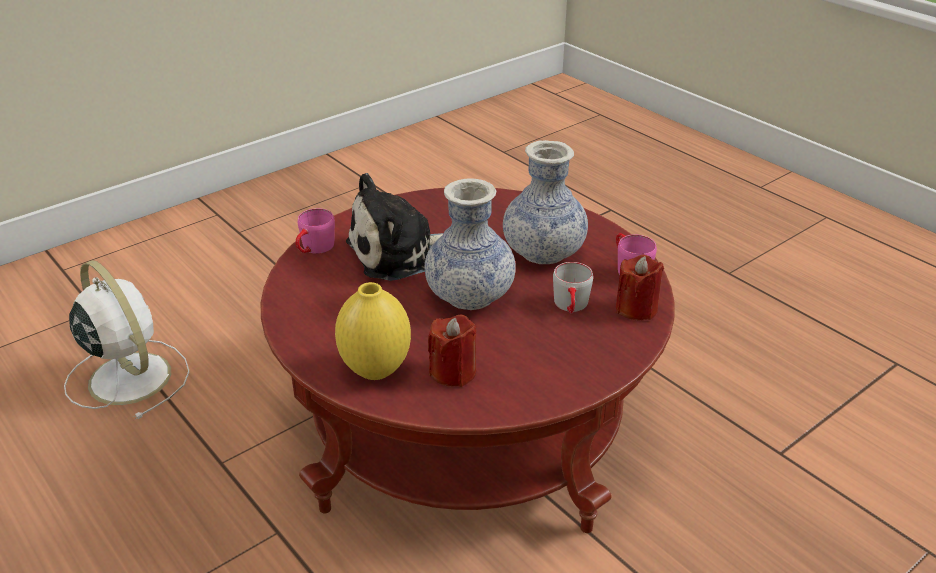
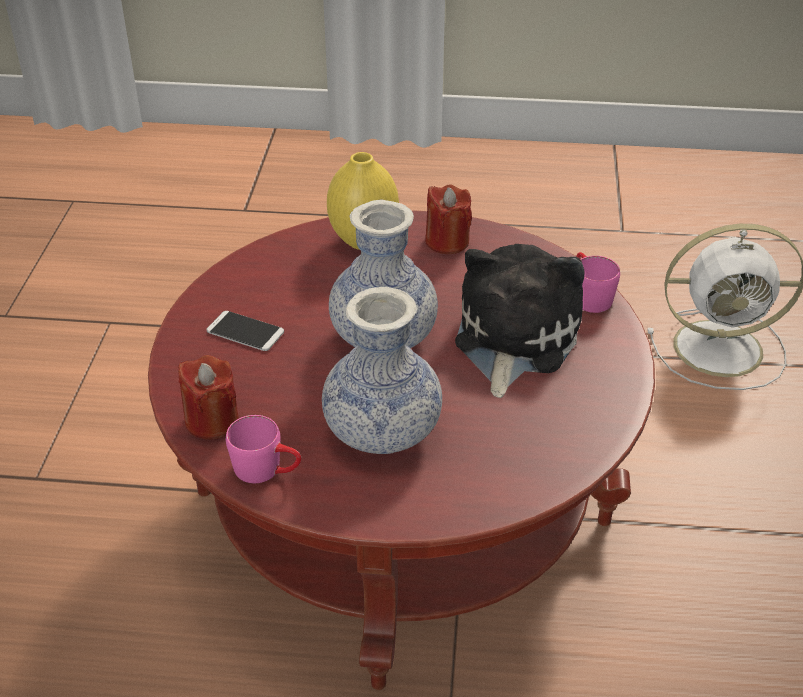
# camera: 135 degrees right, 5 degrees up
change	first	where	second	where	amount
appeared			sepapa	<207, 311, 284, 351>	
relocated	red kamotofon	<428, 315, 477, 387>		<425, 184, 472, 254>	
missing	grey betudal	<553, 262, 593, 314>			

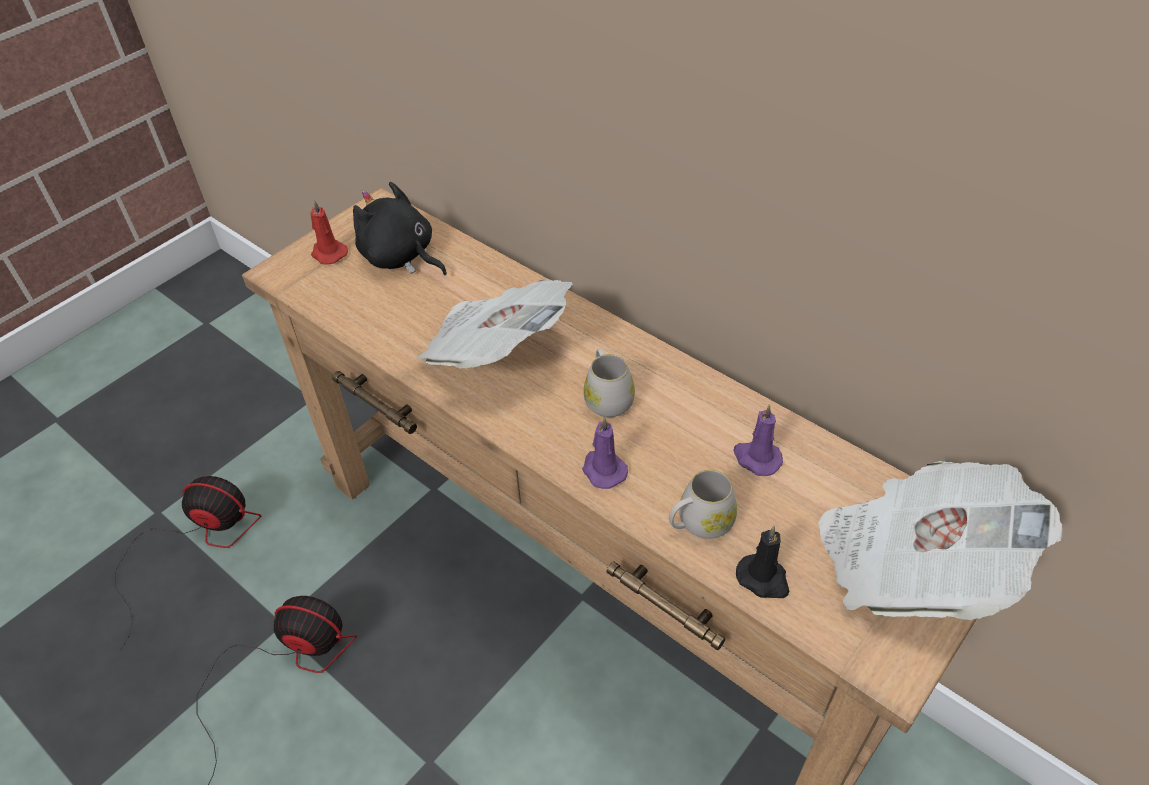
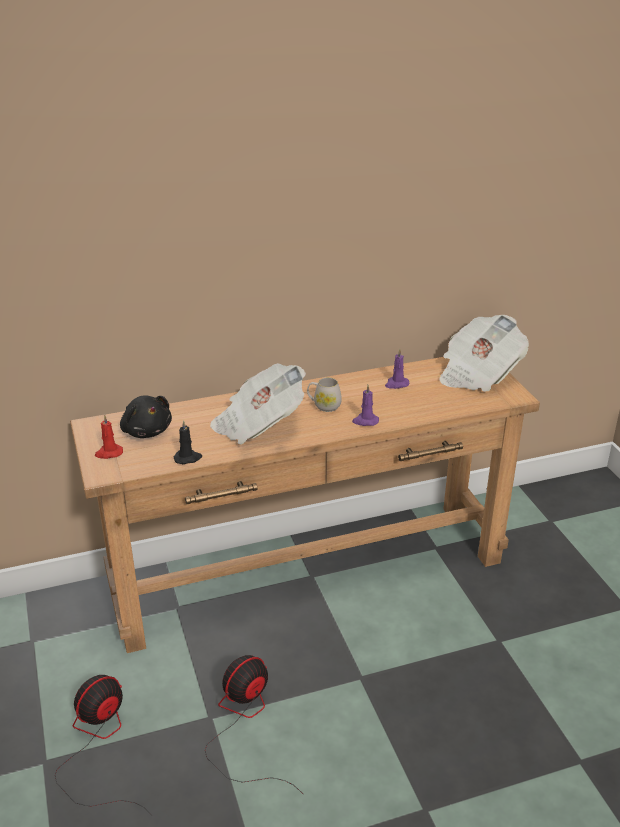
# camera: 60 degrees left, 15 degrees down
change	first	where	second	where	amount
spun	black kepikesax	<353, 182, 447, 275>		<120, 395, 172, 438>	105 degrees counterclockwise
relocated	black kamotofon	<736, 526, 789, 598>		<174, 420, 202, 464>	
missing	white betudal	<669, 470, 737, 539>			

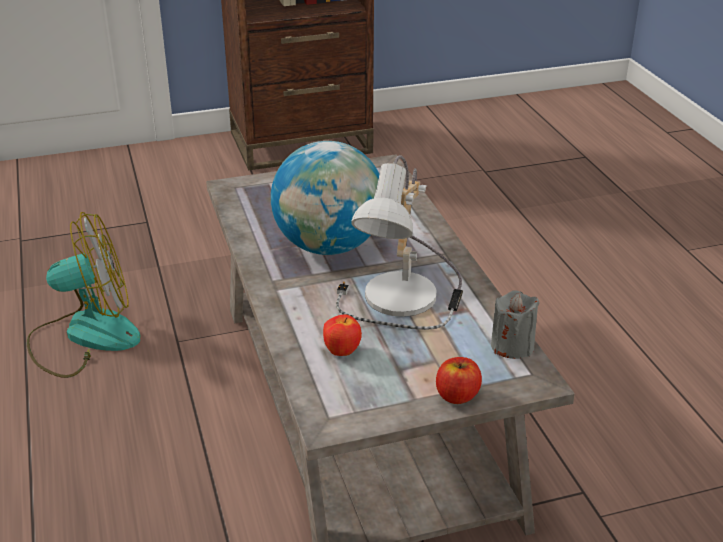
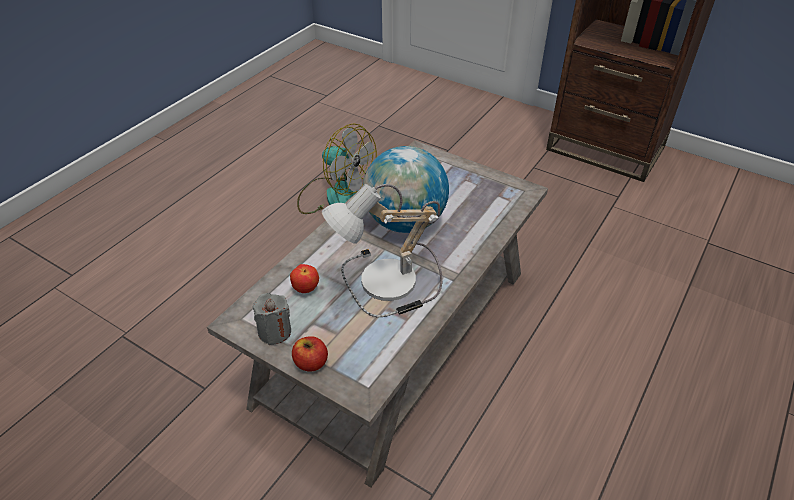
# camera: 50 degrees right, 10 degrees up
change	first	where	second	where	amount
relocated	grey kamotofon	<491, 290, 539, 359>		<253, 293, 291, 345>	

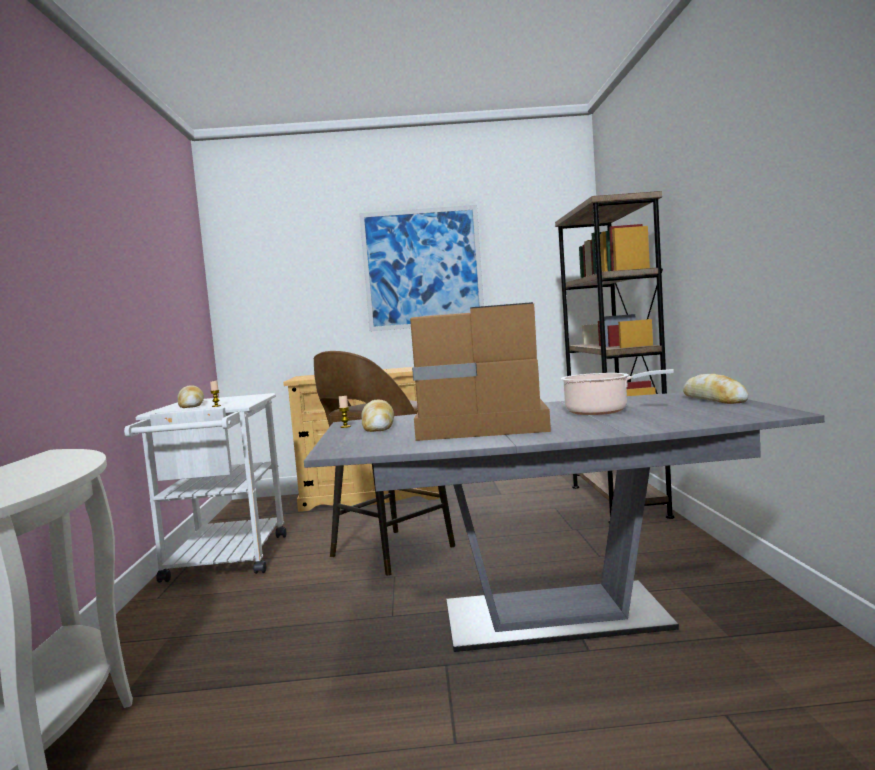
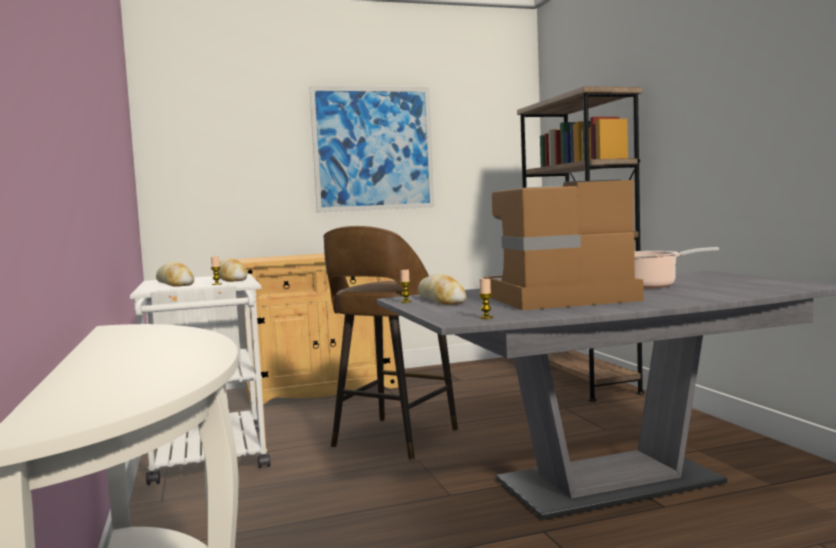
# camera: 15 degrees left, 0 degrees up
change	first	where	second	where	amount
relocated	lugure	<683, 374, 749, 404>		<213, 258, 247, 282>	
appeared			kamotofon	<479, 278, 493, 319>	

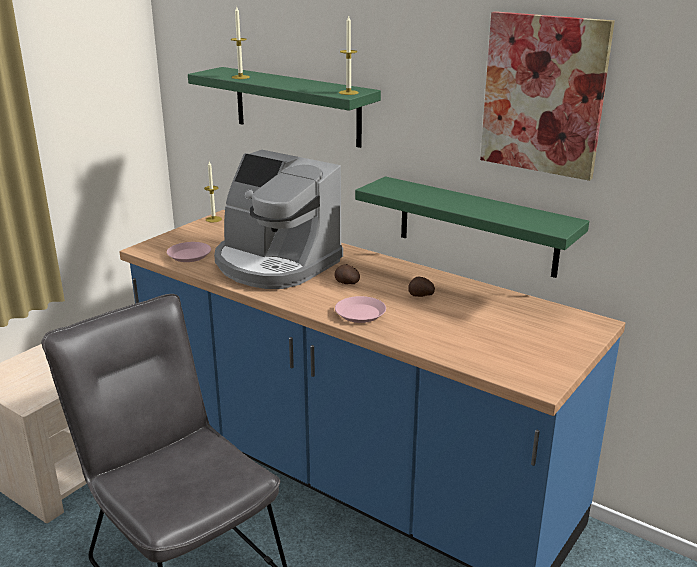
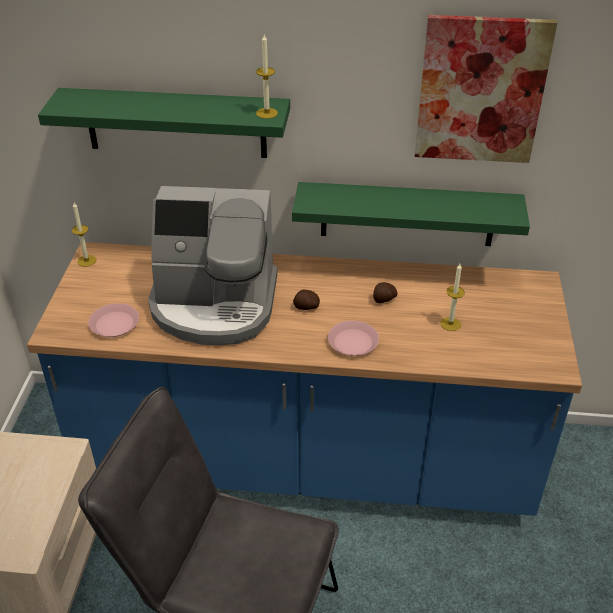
# camera: 30 degrees left, 15 degrees up
change	first	where	second	where	amount
relocated	kamotofon	<231, 7, 250, 79>		<440, 264, 465, 331>	

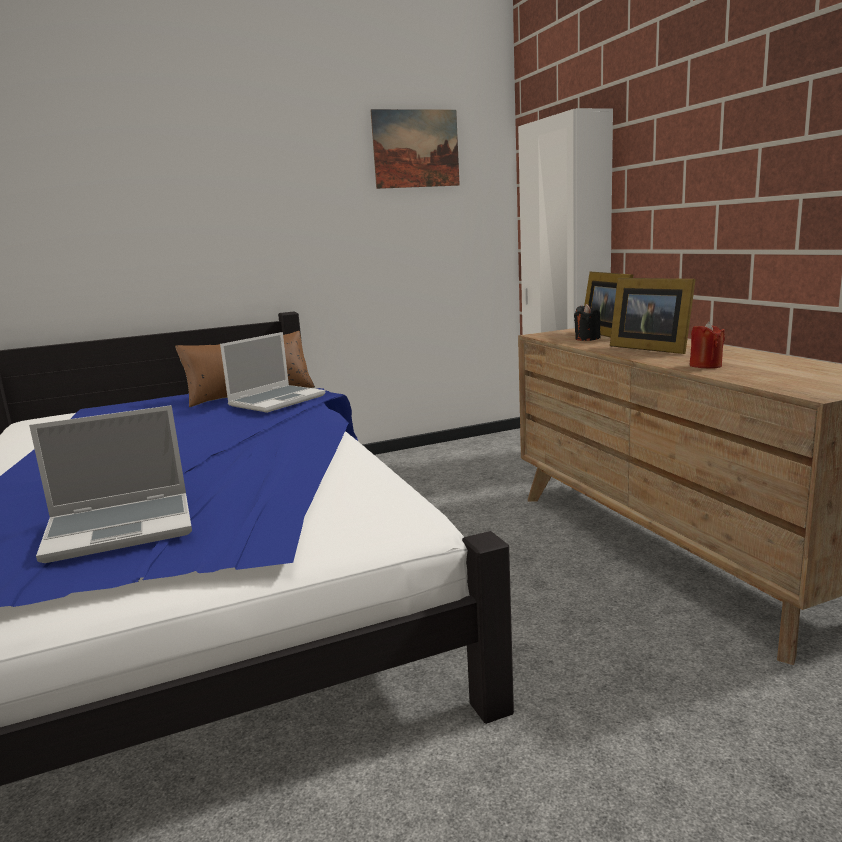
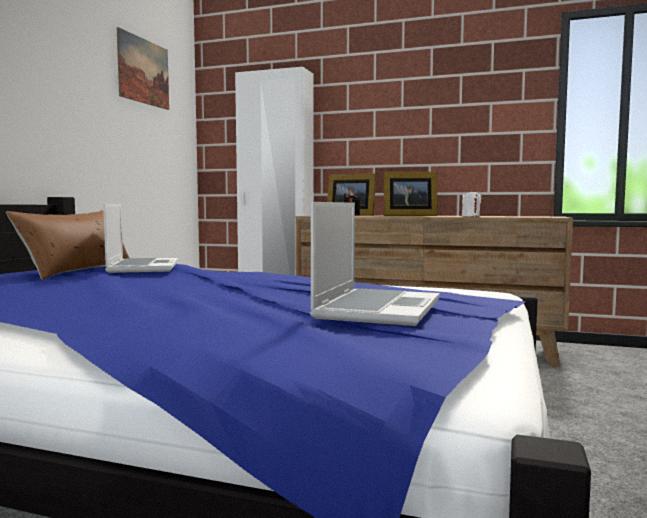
# camera: 50 degrees left, 10 degrees down
change	first	where	second	where	amount
colour	red kamotofon	<689, 321, 725, 369>	white kamotofon	<462, 190, 481, 217>	

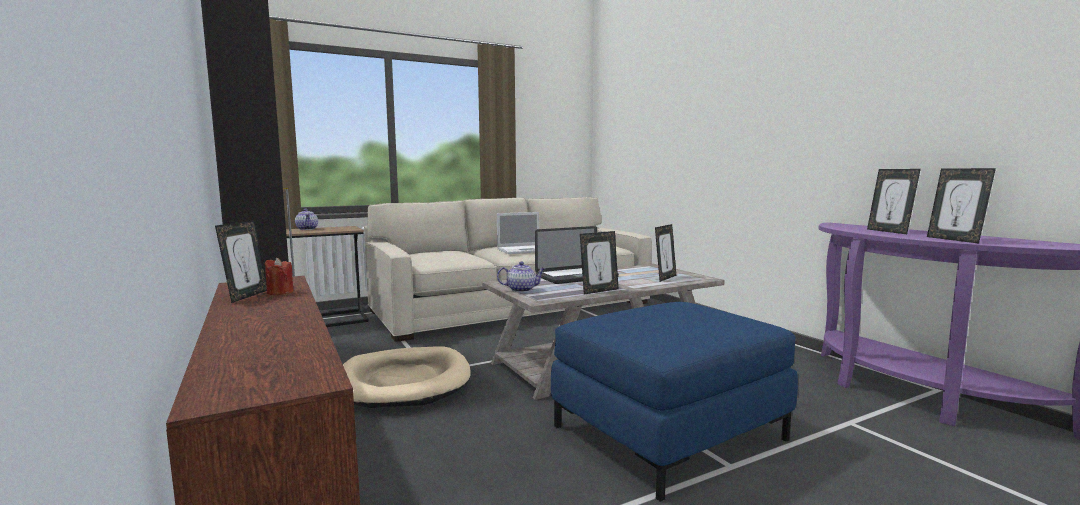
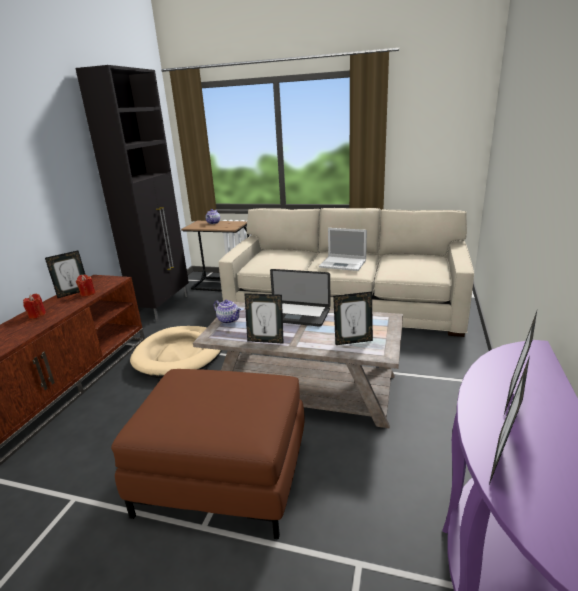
# camera: 45 degrees right, 15 degrees up
change	first	where	second	where	amount
appeared			red kamotofon	<23, 294, 46, 319>	
colour	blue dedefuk	<551, 302, 798, 502>	brown dedefuk	<111, 369, 304, 539>	

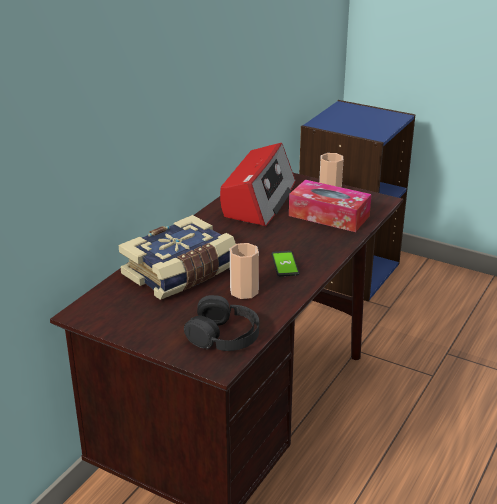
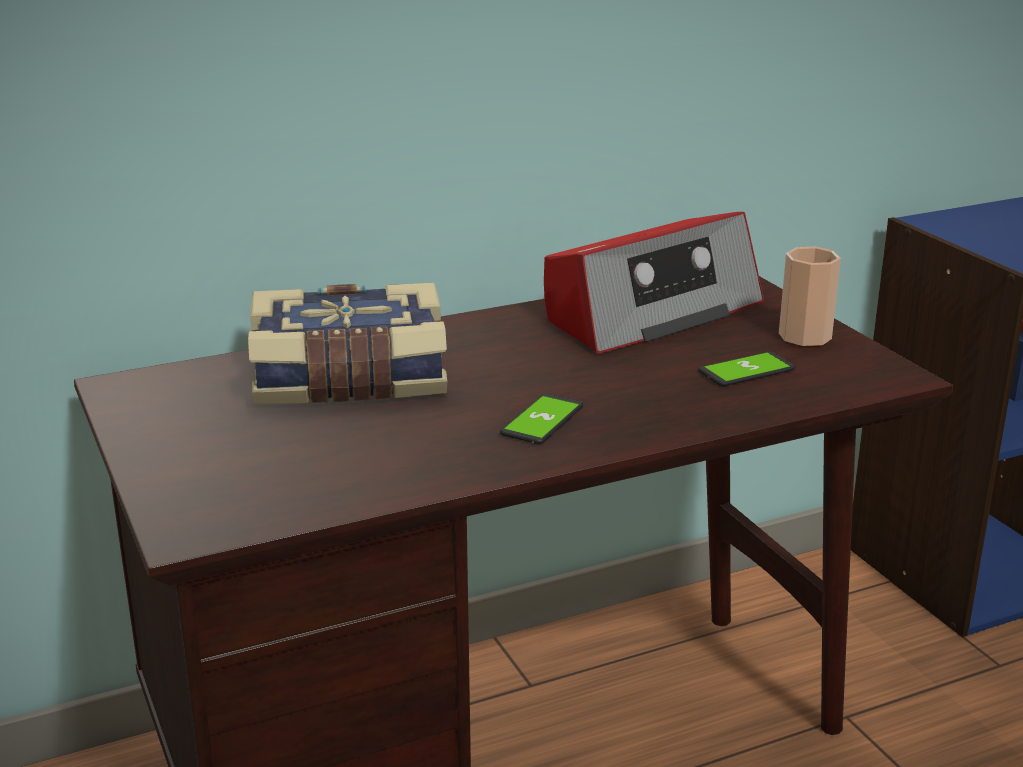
# camera: 35 degrees right, 5 degrees down
change	first	where	second	where	amount
exchanged	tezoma	<289, 180, 371, 232>	sepapa	<698, 351, 795, 386>	
missing	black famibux	<184, 295, 259, 351>			
missing	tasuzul	<230, 243, 259, 299>			

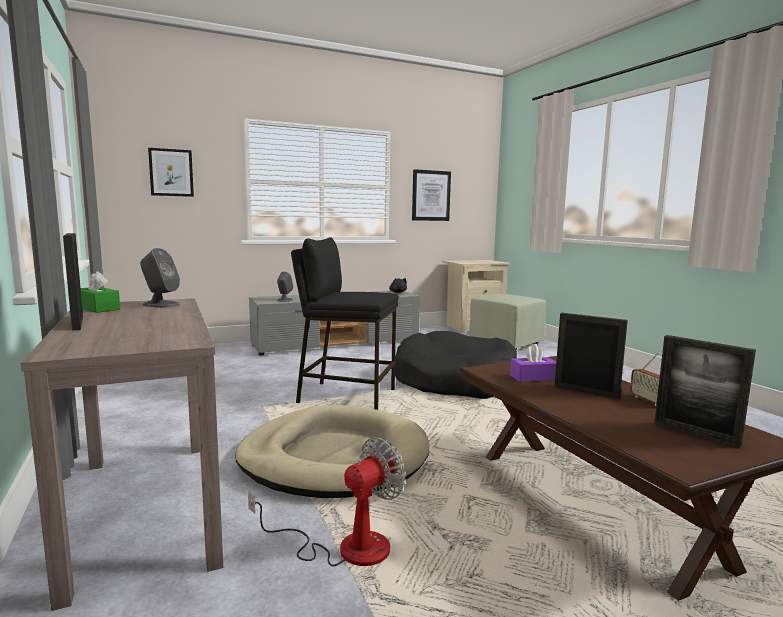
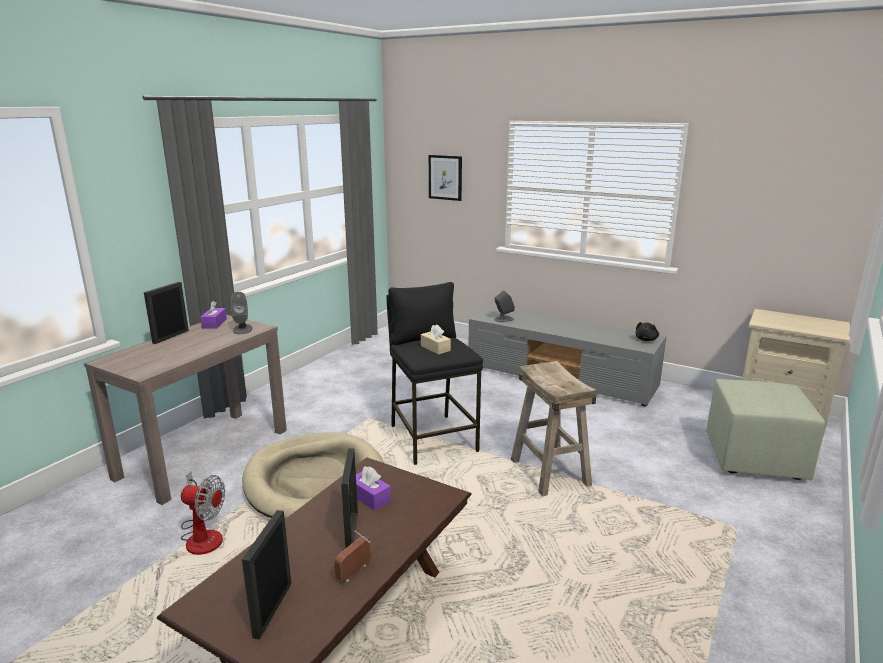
# camera: 55 degrees right, 10 degrees up
change	first	where	second	where	amount
colour	green tezoma	<81, 271, 120, 313>	purple tezoma	<200, 301, 227, 329>	
appeared			beige tezoma	<421, 324, 451, 355>	
exchanged	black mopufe	<395, 331, 517, 399>	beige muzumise	<511, 361, 597, 496>	
missing	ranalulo	<412, 169, 451, 221>			

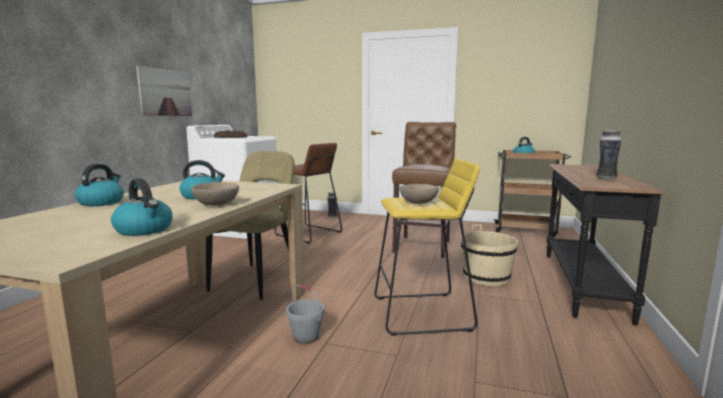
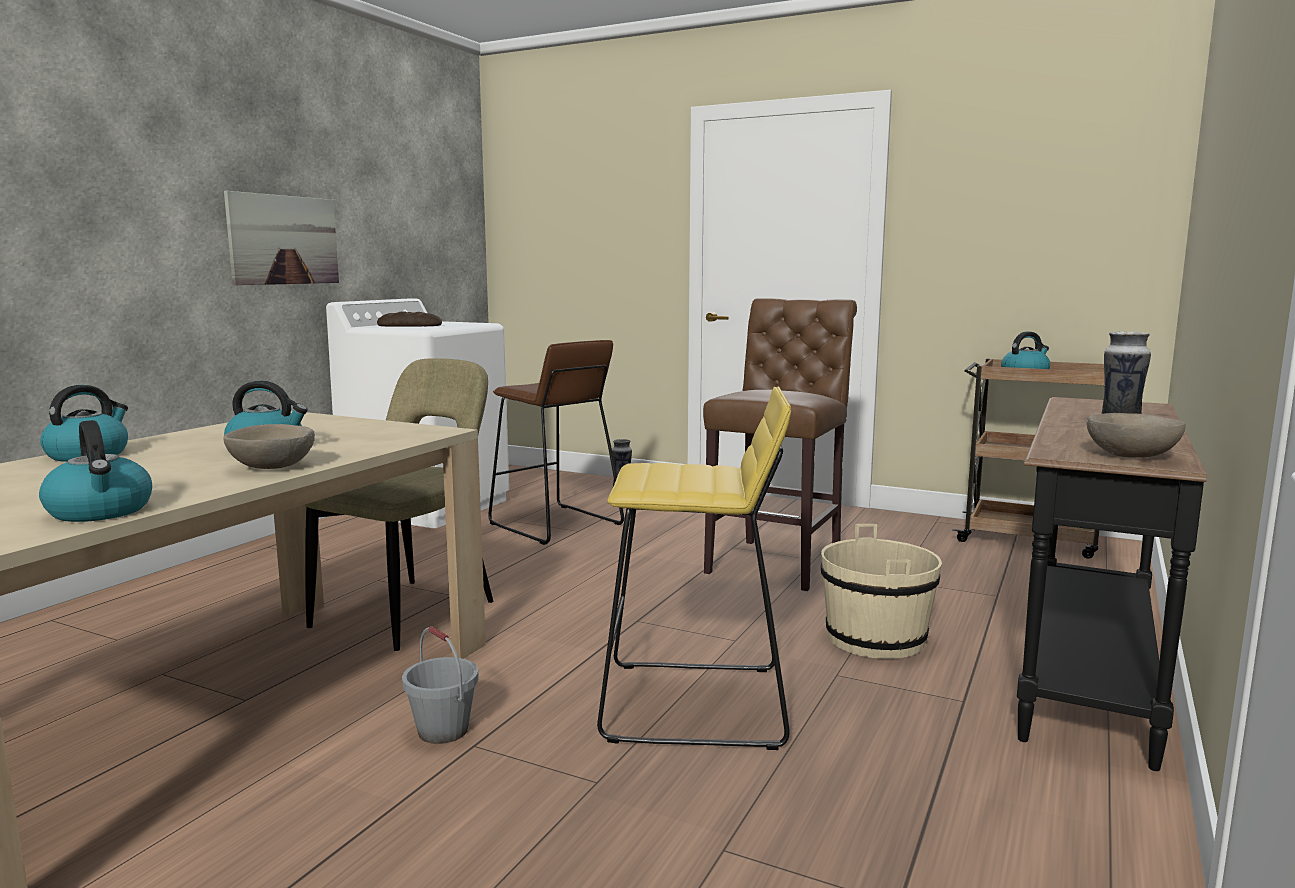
# camera: 10 degrees right, 0 degrees up
change	first	where	second	where	amount
relocated	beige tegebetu	<400, 184, 439, 204>		<1087, 413, 1186, 458>	

